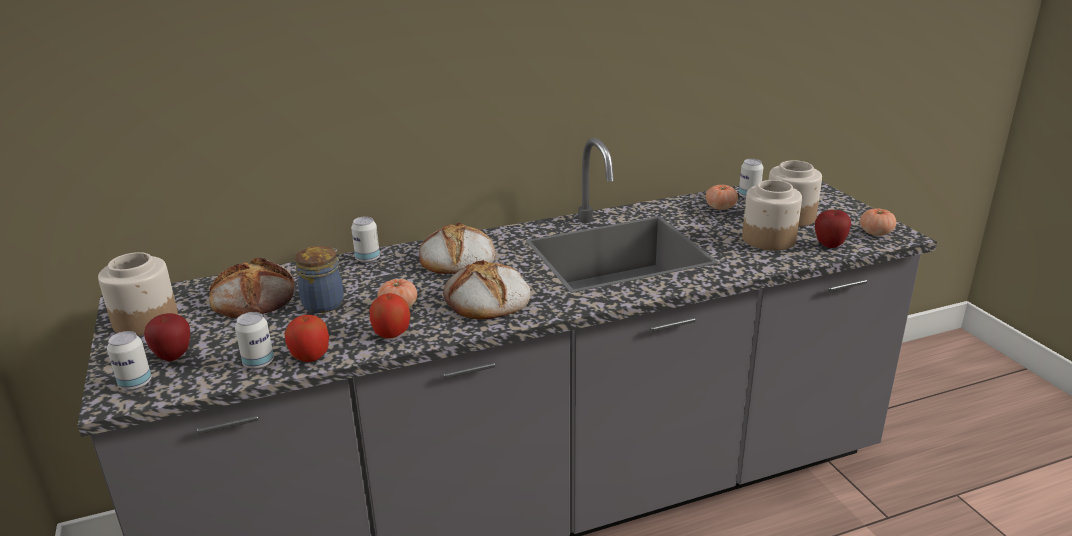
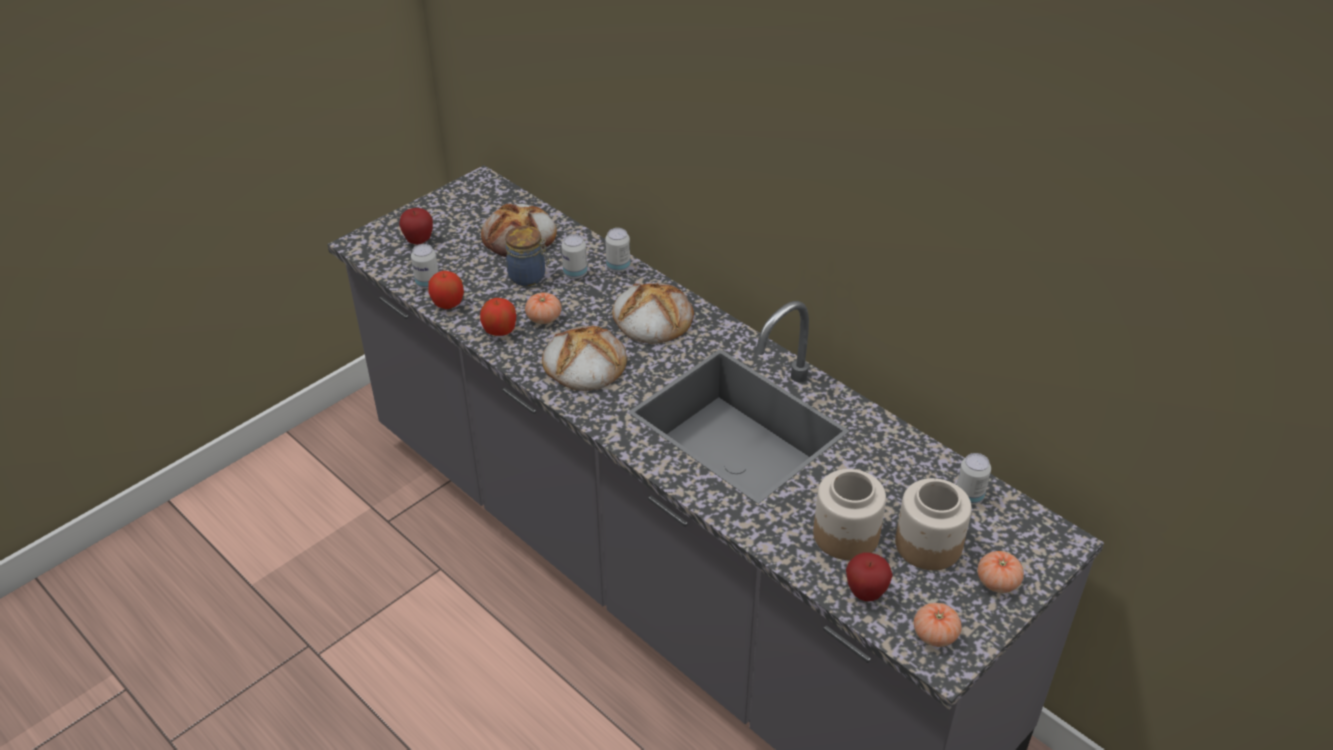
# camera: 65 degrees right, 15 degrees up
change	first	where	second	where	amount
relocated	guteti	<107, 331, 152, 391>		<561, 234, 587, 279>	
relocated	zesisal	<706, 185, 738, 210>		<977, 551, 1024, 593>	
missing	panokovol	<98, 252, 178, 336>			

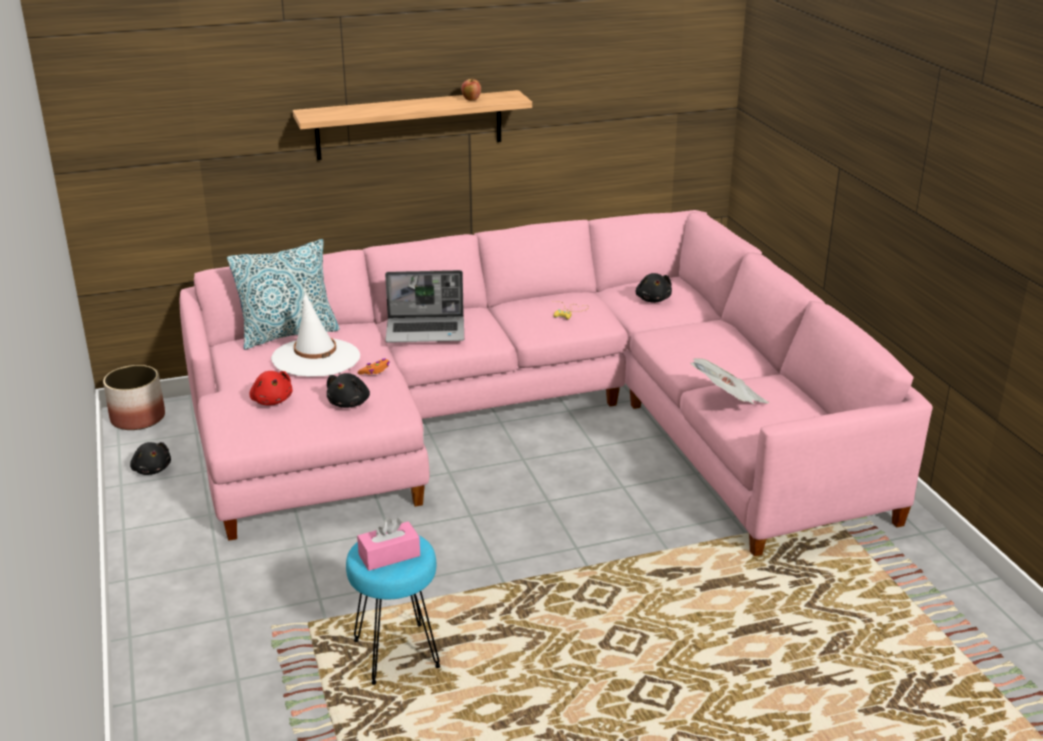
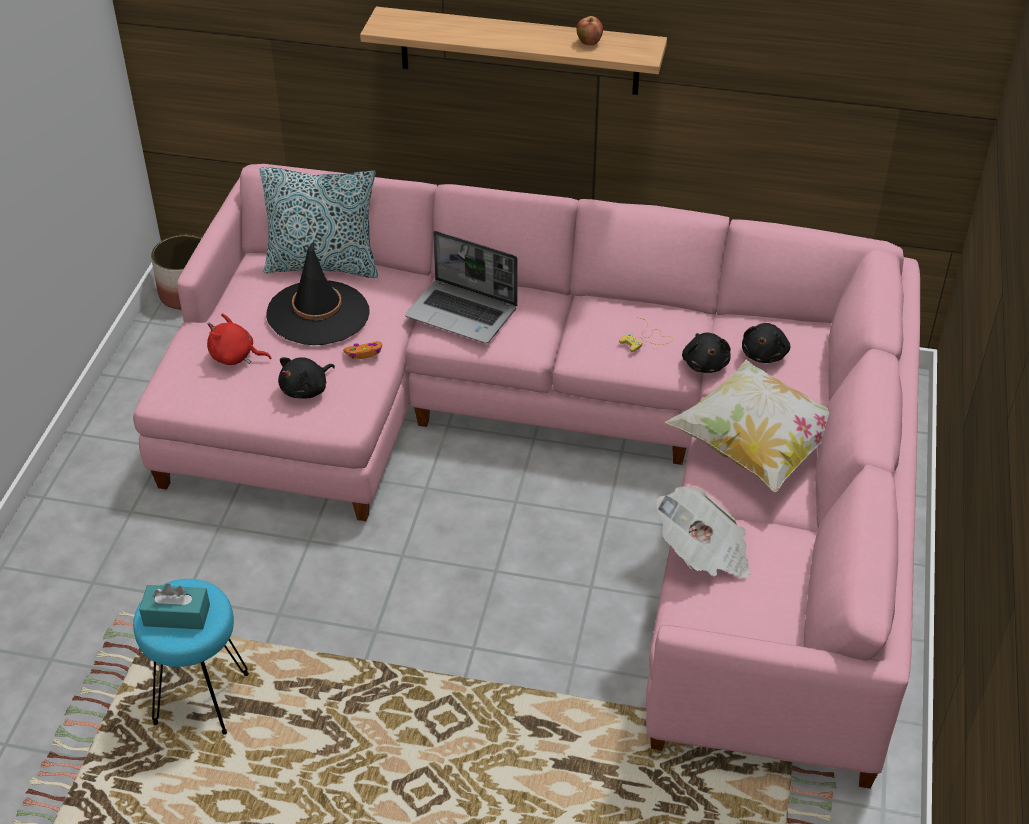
# camera: 30 degrees right, 15 degrees up
change	first	where	second	where	amount
colour	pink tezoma	<357, 518, 420, 571>	turquoise tezoma	<139, 584, 210, 630>	
spun	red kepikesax	<249, 371, 292, 405>		<207, 314, 272, 365>	105 degrees clockwise
colour	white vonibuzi	<271, 293, 360, 377>	black vonibuzi	<266, 241, 370, 345>	
appeared			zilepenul	<664, 360, 829, 492>	
relocated	black kepikesax	<130, 442, 171, 475>		<682, 333, 731, 373>	

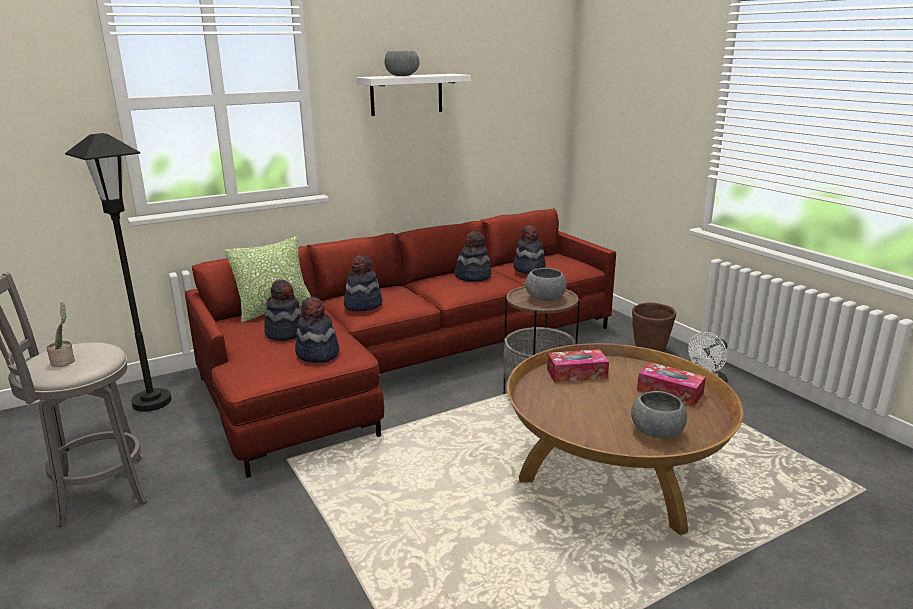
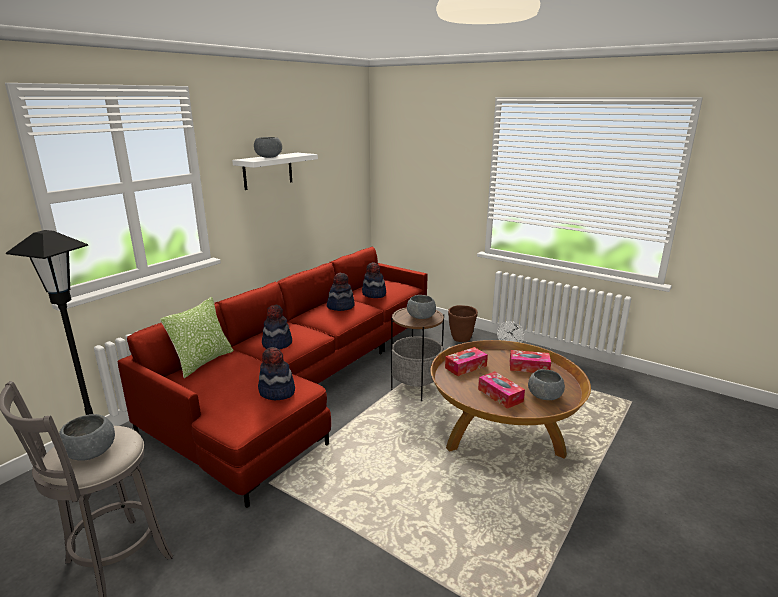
# camera: 25 degrees left, 0 degrees up
change	first	where	second	where	amount
exchanged	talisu	<46, 302, 75, 367>	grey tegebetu	<59, 414, 115, 461>	
appeared			tezoma	<478, 371, 525, 409>	
missing	vonibuzi	<264, 279, 301, 341>			

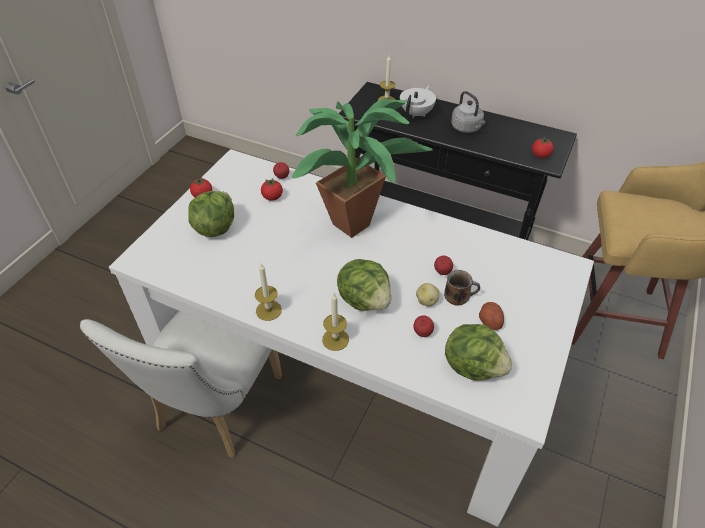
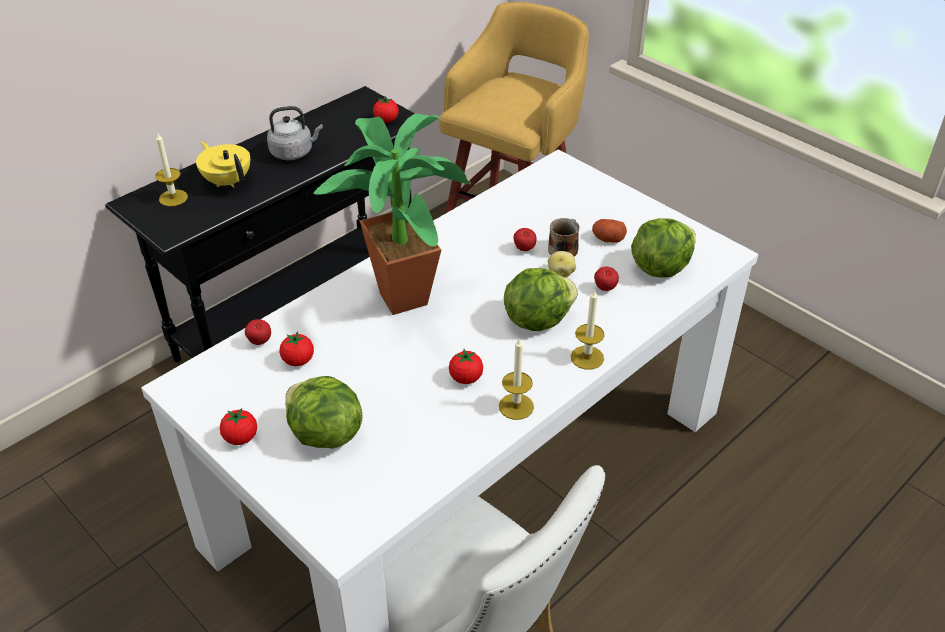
# camera: 70 degrees left, 5 degrees down
change	first	where	second	where	amount
colour	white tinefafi	<400, 84, 436, 118>	yellow tinefafi	<196, 141, 250, 188>	
appeared			zesisal	<449, 349, 483, 384>	

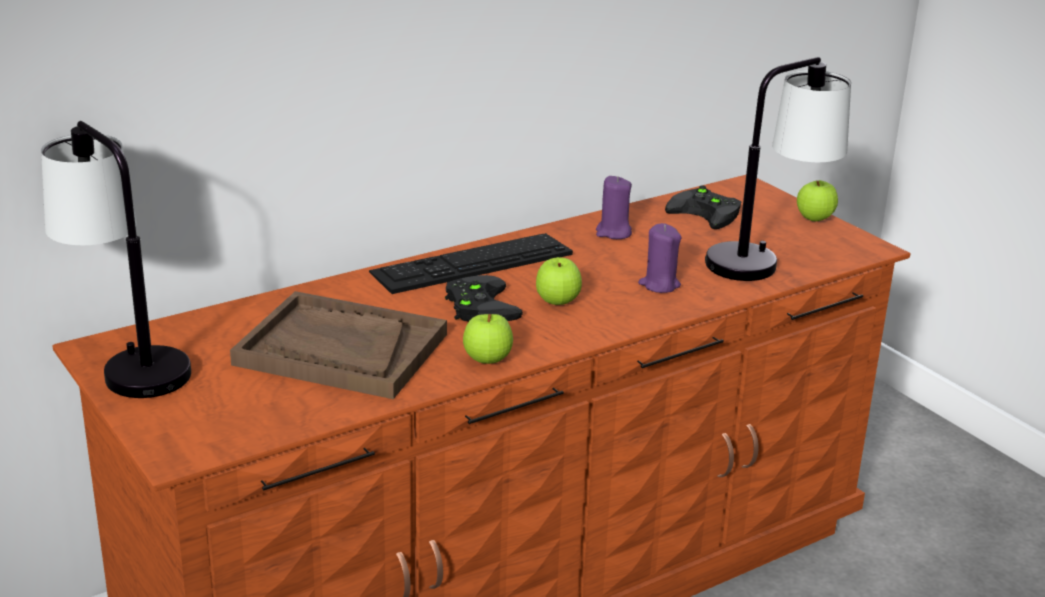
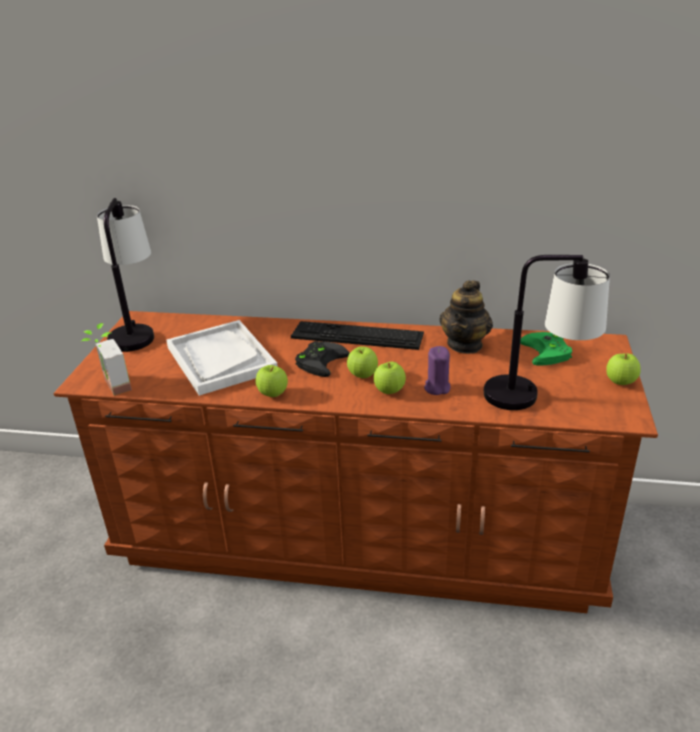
# camera: 45 degrees right, 5 degrees up
change	first	where	second	where	amount
appeared			talisu	<80, 323, 132, 396>	
colour	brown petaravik	<230, 291, 447, 399>	white petaravik	<166, 320, 278, 396>	
appeared			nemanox	<374, 362, 406, 394>	
exchanged	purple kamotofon	<596, 176, 632, 239>	tinefafi	<439, 280, 493, 354>	
colour	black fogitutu	<665, 185, 741, 229>	green fogitutu	<520, 332, 572, 366>	

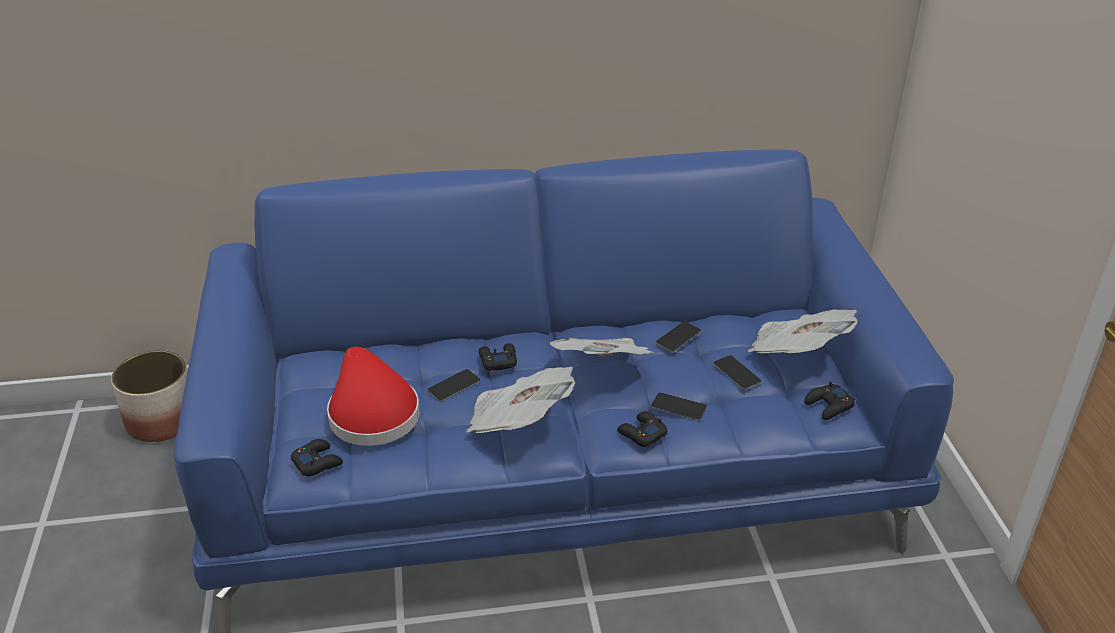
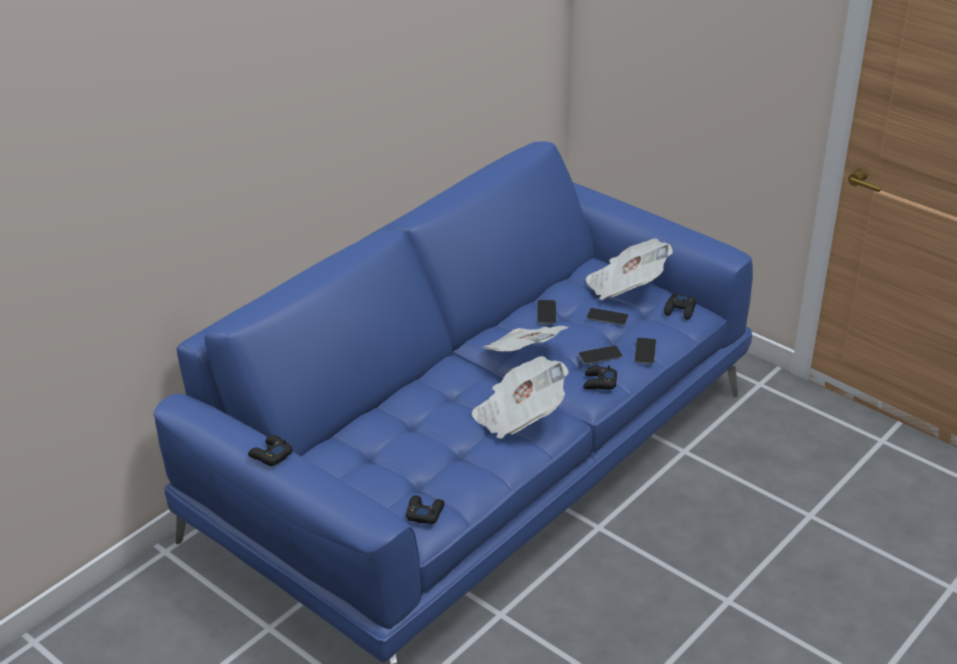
# camera: 40 degrees left, 0 degrees up
change	first	where	second	where	amount
relocated	black fogitutu	<479, 343, 517, 371>		<248, 435, 293, 466>	
relocated	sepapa	<427, 369, 480, 401>		<634, 338, 656, 364>	
missing	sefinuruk	<111, 350, 188, 442>			
missing	red vonibuzi	<327, 347, 420, 446>			

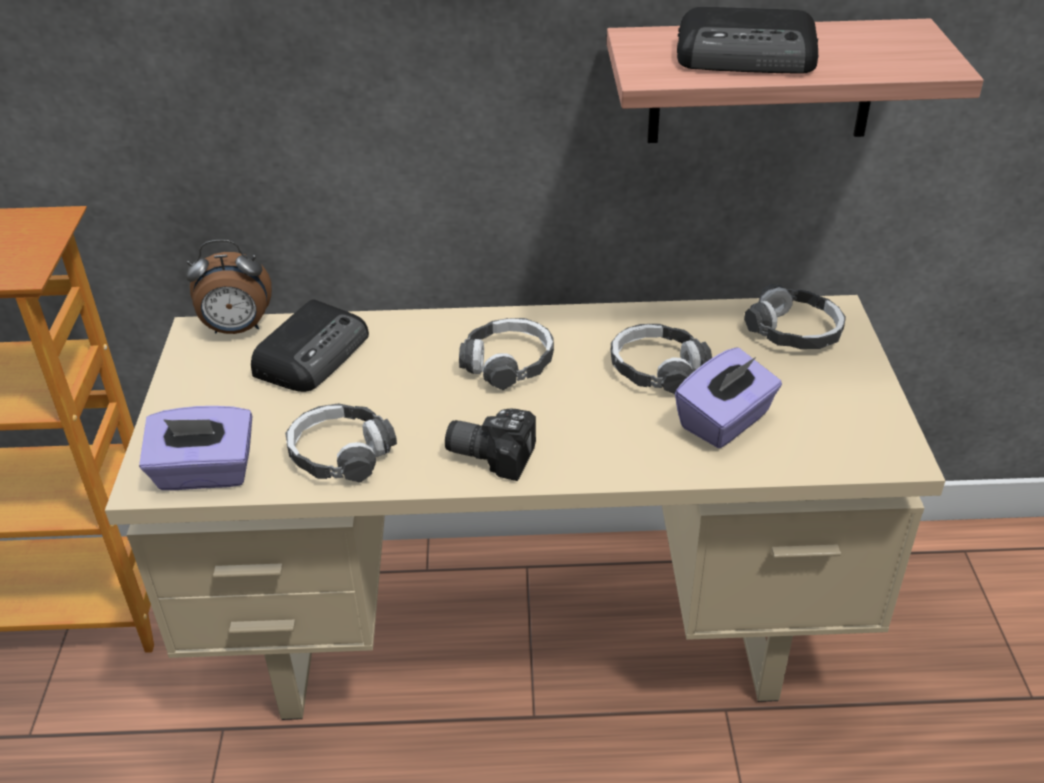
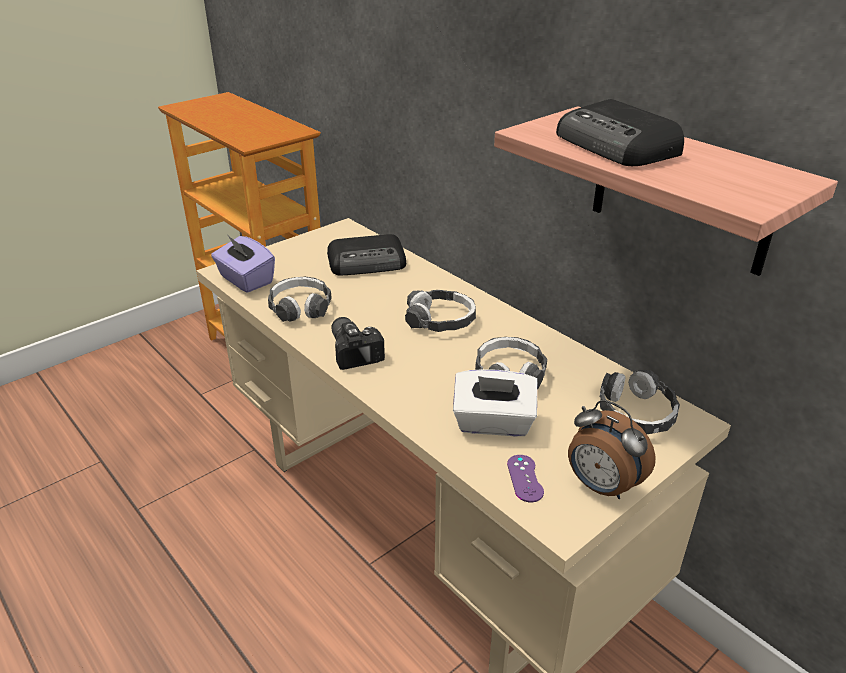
# camera: 50 degrees right, 5 degrees down
change	first	where	second	where	amount
colour	purple tezoma	<675, 347, 782, 448>	white tezoma	<453, 369, 537, 436>	
appeared			purple fogitutu	<507, 455, 544, 502>	
relocated	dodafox	<186, 240, 272, 334>		<568, 400, 656, 499>	

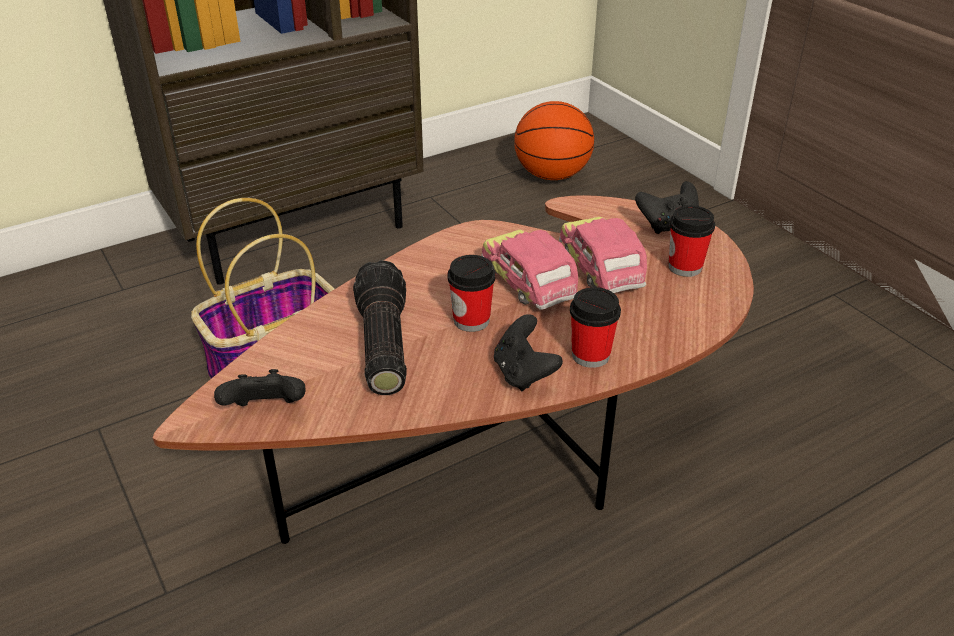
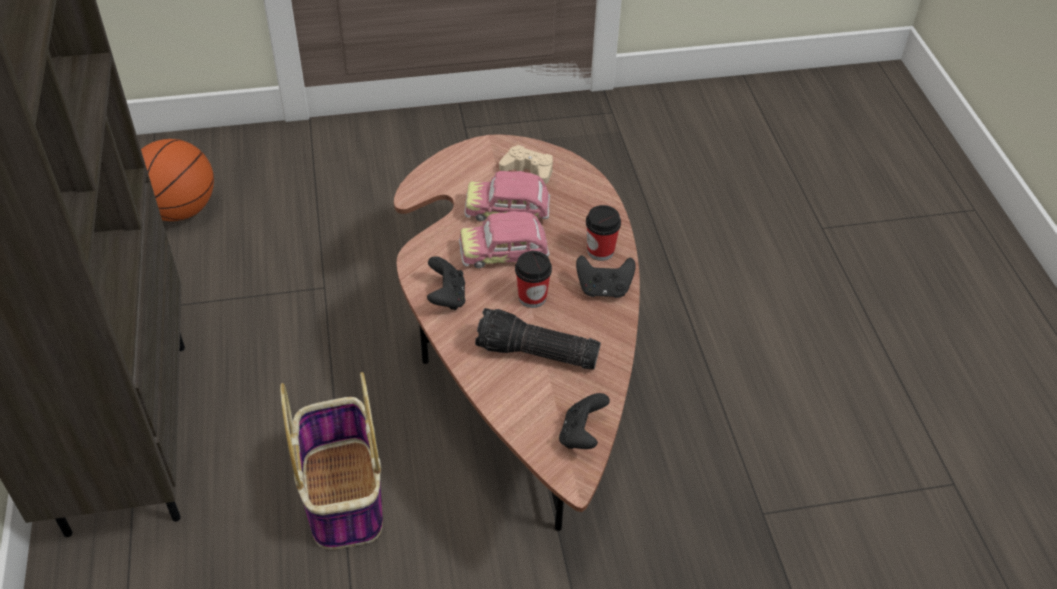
# camera: 70 degrees left, 10 degrees up
change	first	where	second	where	amount
relocated	black fogitutu	<635, 181, 699, 234>		<427, 256, 465, 310>	
exchanged	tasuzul	<669, 205, 715, 277>	beige fogitutu	<499, 145, 553, 184>	

